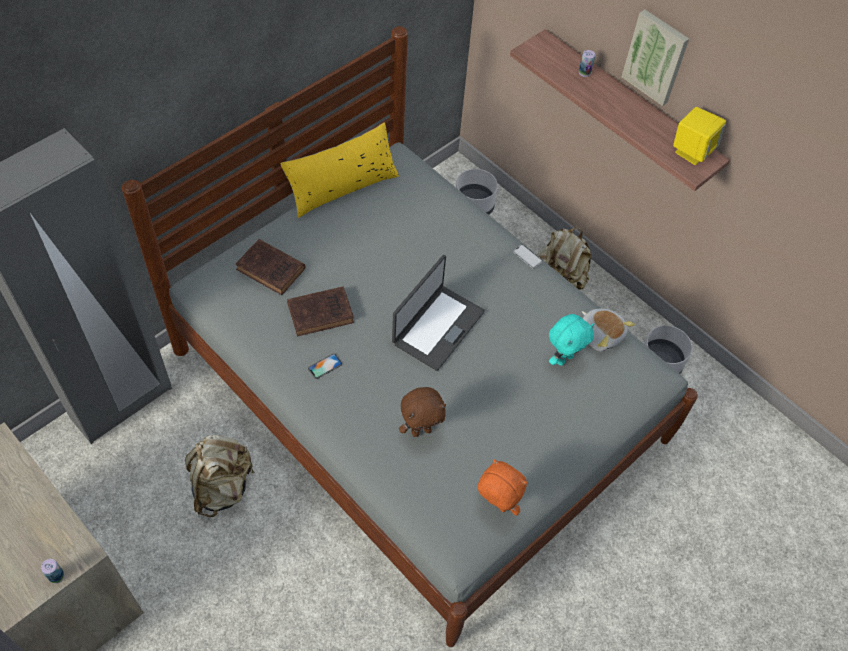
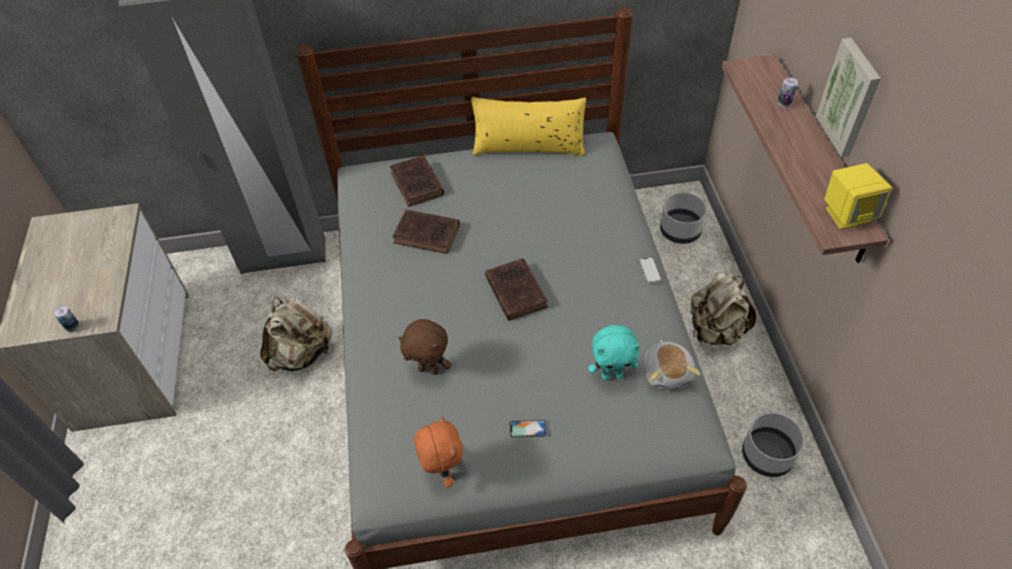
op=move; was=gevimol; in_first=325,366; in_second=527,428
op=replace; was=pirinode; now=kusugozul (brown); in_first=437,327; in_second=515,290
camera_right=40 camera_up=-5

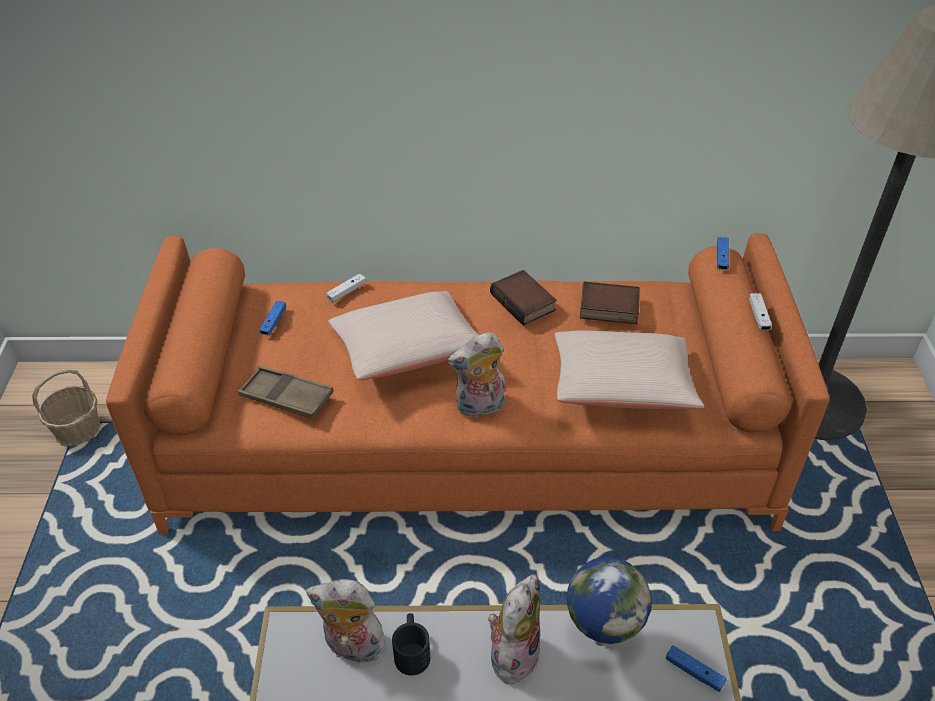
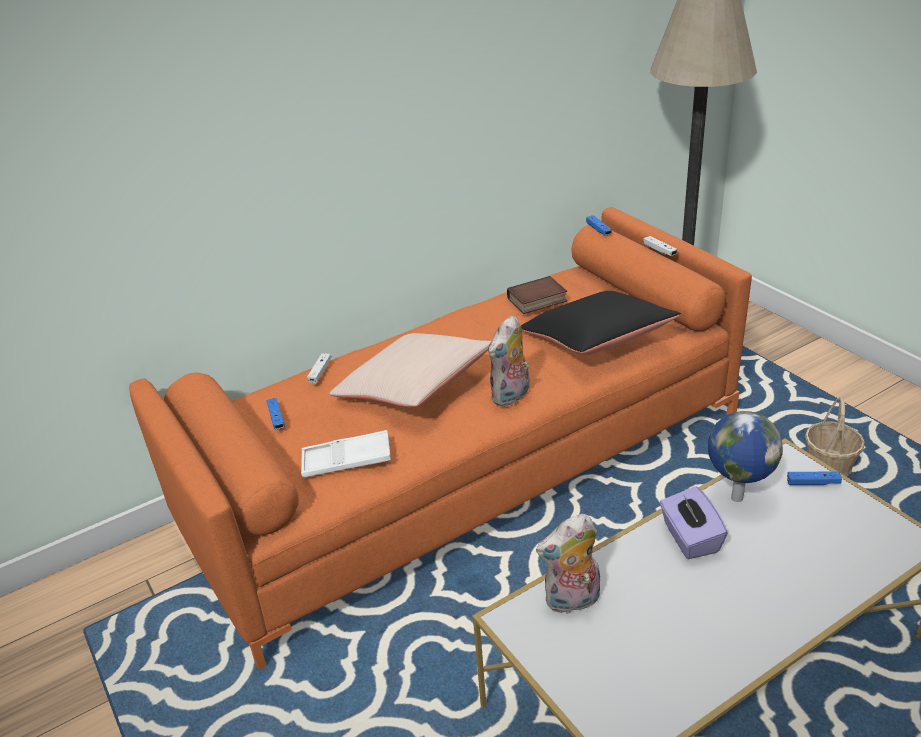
op=move; was=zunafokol; in_first=78,430; in_second=829,465
op=recolor; was=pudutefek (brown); now=pudutefek (white); in_first=286,397; in_second=346,460
op=delete; was=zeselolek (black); in_first=412,650
op=replace; was=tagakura; now=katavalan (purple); in_first=512,653; in_second=689,538
op=delete; was=kusugozul; in_first=525,302
op=recolor; was=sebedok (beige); now=sebedok (black); in_first=621,387; in_second=596,341
camera_right=-30 camera_up=-10

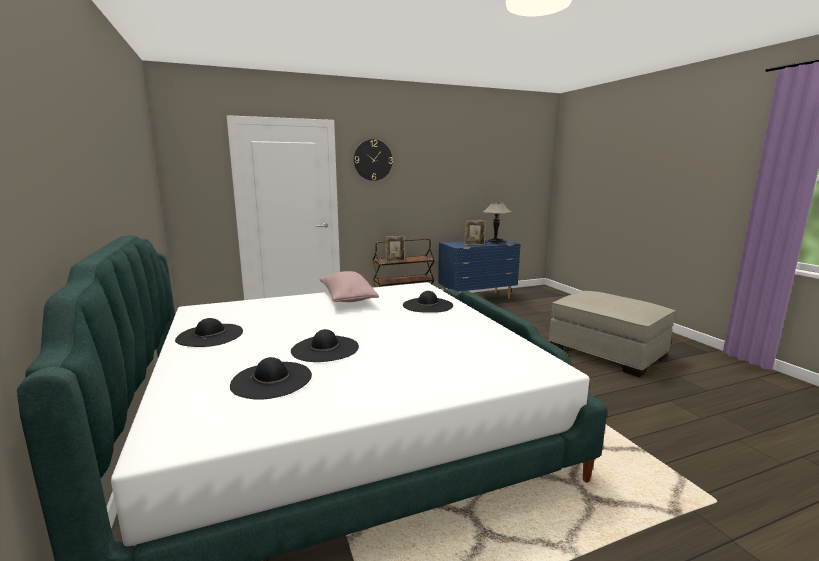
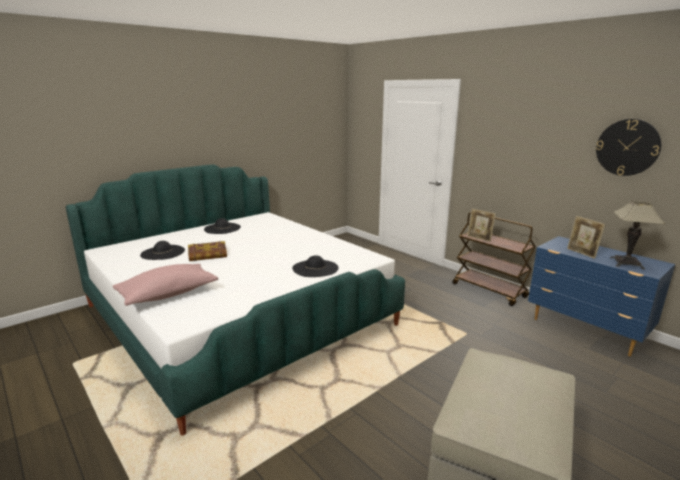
op=replace; was=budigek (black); now=kusugozul; in_first=325,348; in_second=207,254
op=move; was=sebedok (pink); in_first=347,299; in_second=168,294
op=move; was=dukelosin; in_first=373,160; in_second=627,147
camera_right=70 camera_up=5

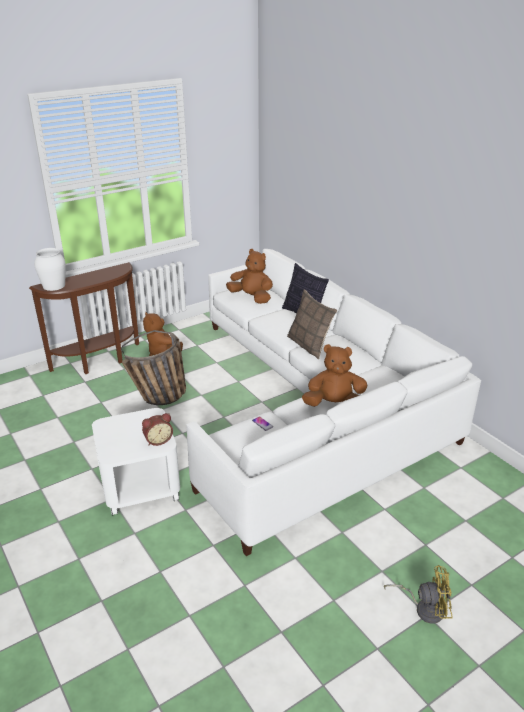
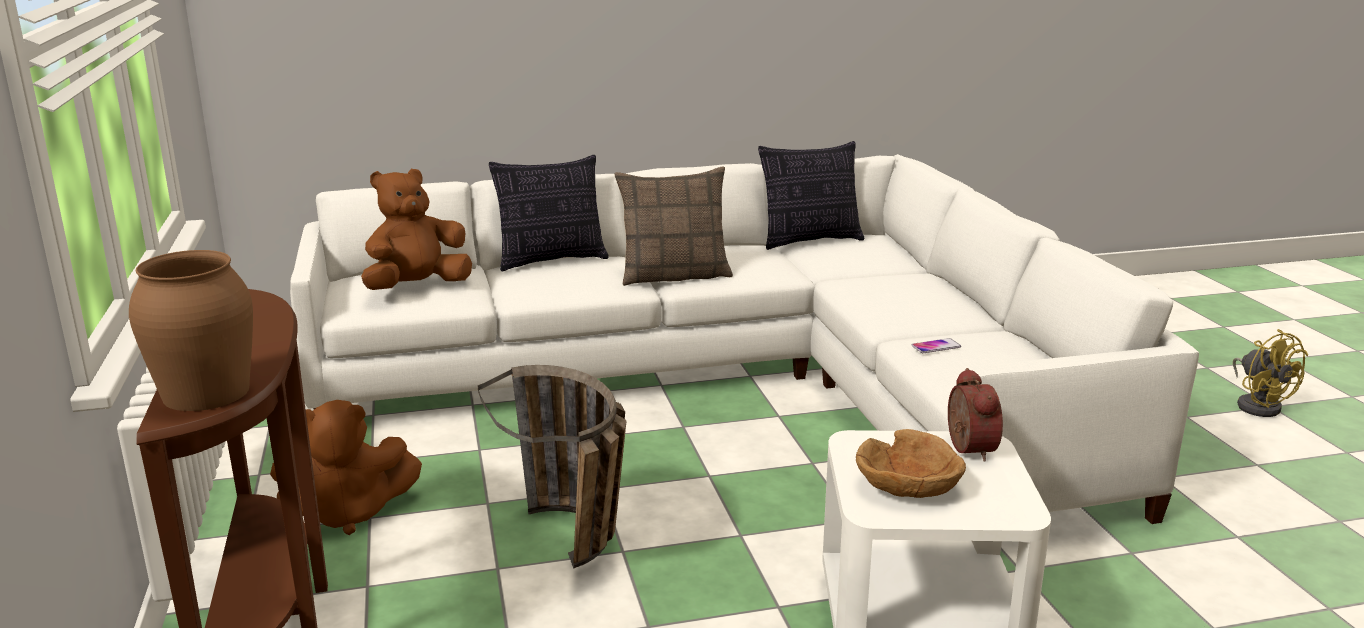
op=recolor; was=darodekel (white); now=darodekel (brown); in_first=54,286; in_second=207,392
op=delete; was=tagakura (brown); in_first=334,405
op=rotate; was=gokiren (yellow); in_first=424,608; in_second=1258,405; clockwise=135
op=insert; now=sebedok; in_second=810,241
op=insert; now=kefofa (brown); in_second=909,487
camera_right=-70 camera_up=-10

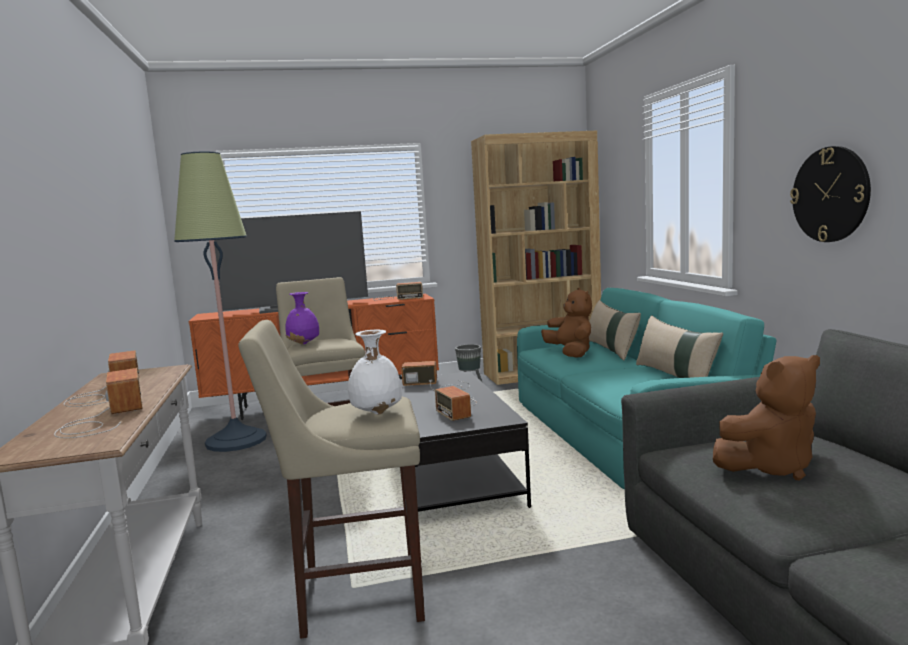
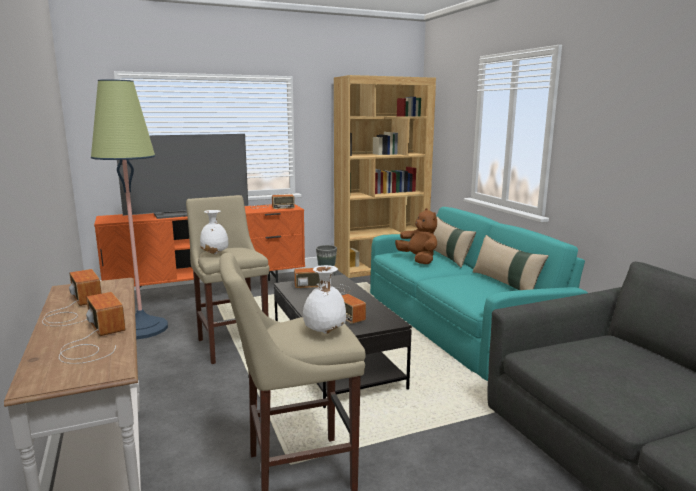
op=recolor; was=darodekel (purple); now=darodekel (white); in_first=304,344; in_second=215,254
op=delete; was=tagakura (brown); in_first=770,467
op=delete; was=dukelosin; in_first=830,194
camera_right=-10 camera_up=5

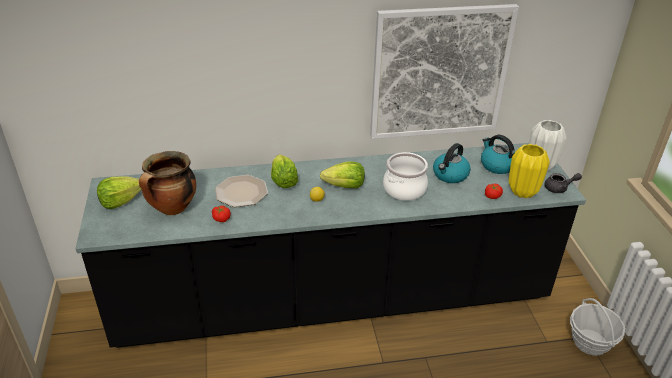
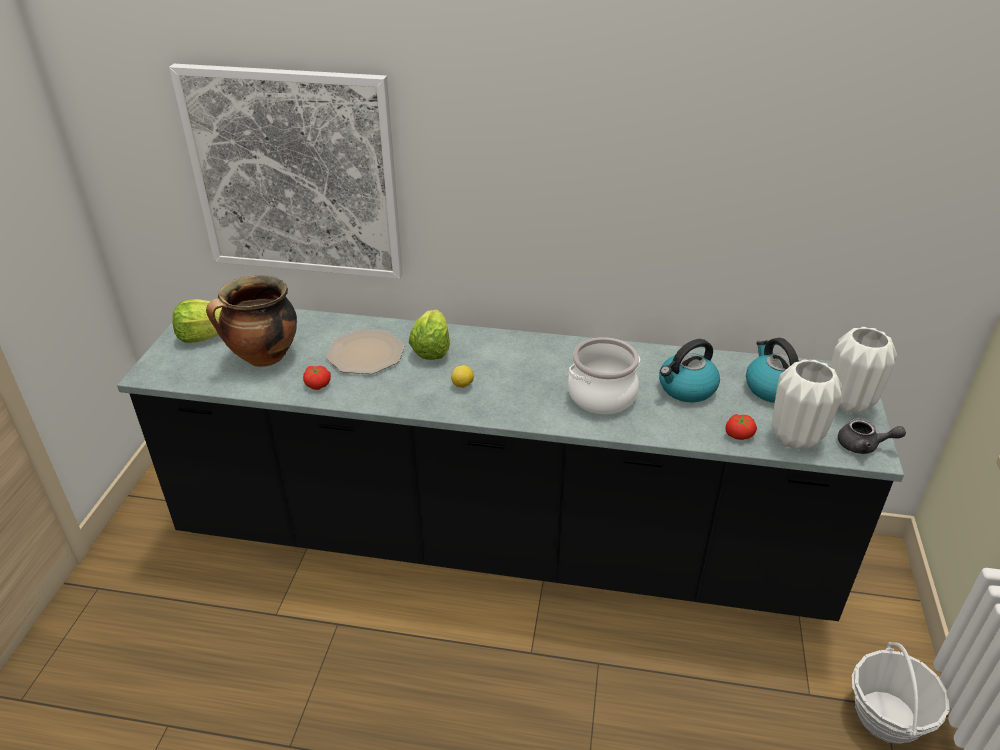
op=delete; was=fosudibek; in_first=344,186
op=move; was=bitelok; in_first=439,73; in_second=294,174
op=recolor; was=darodekel (yellow); now=darodekel (white); in_first=522,191; in_second=795,438
camera_right=20 camera_up=0

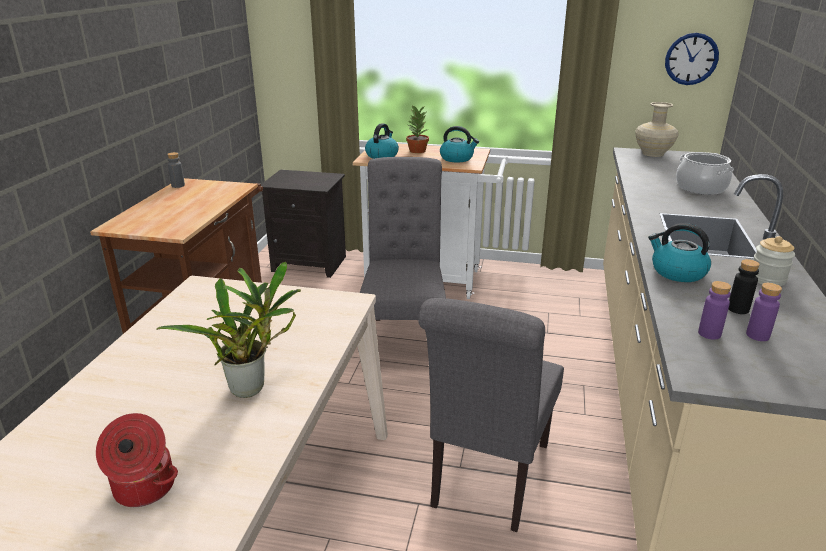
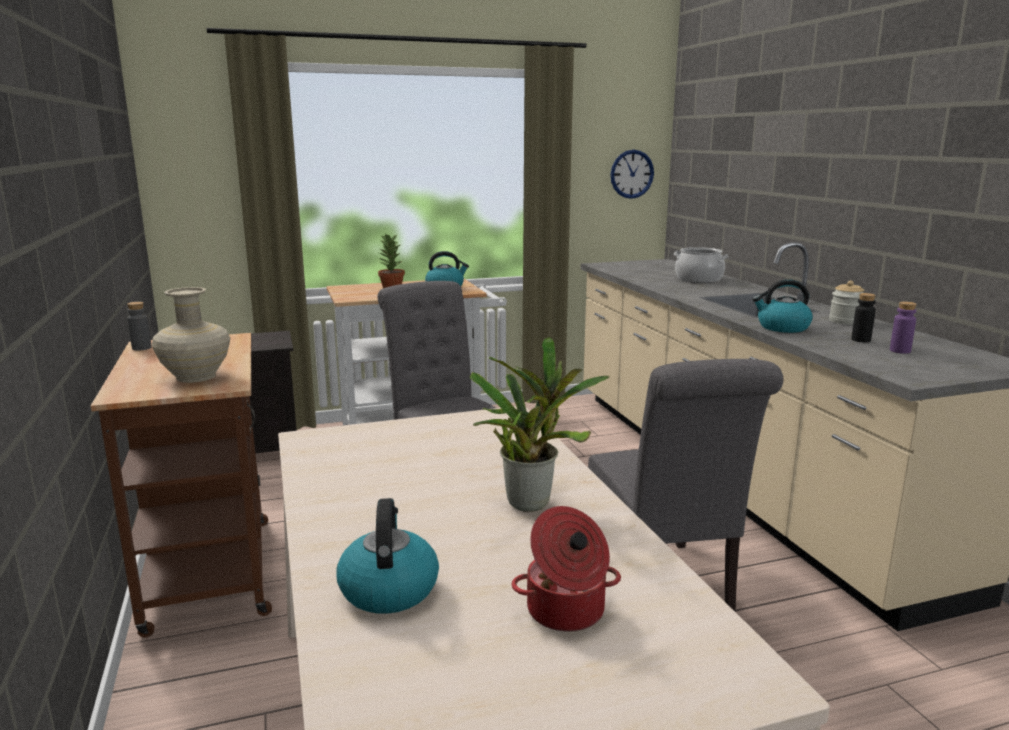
op=move; was=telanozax; in_first=382,155; in_second=388,588
op=move; was=darodekel (beige); in_first=652,154; in_second=195,377
op=delete; was=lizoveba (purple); in_first=709,334
camera_right=-30 camera_up=-10

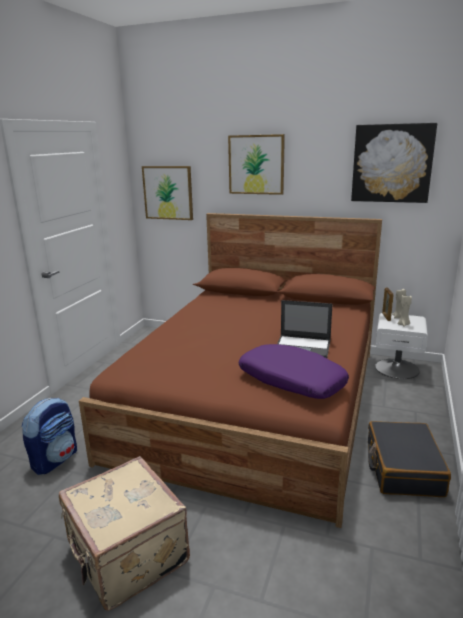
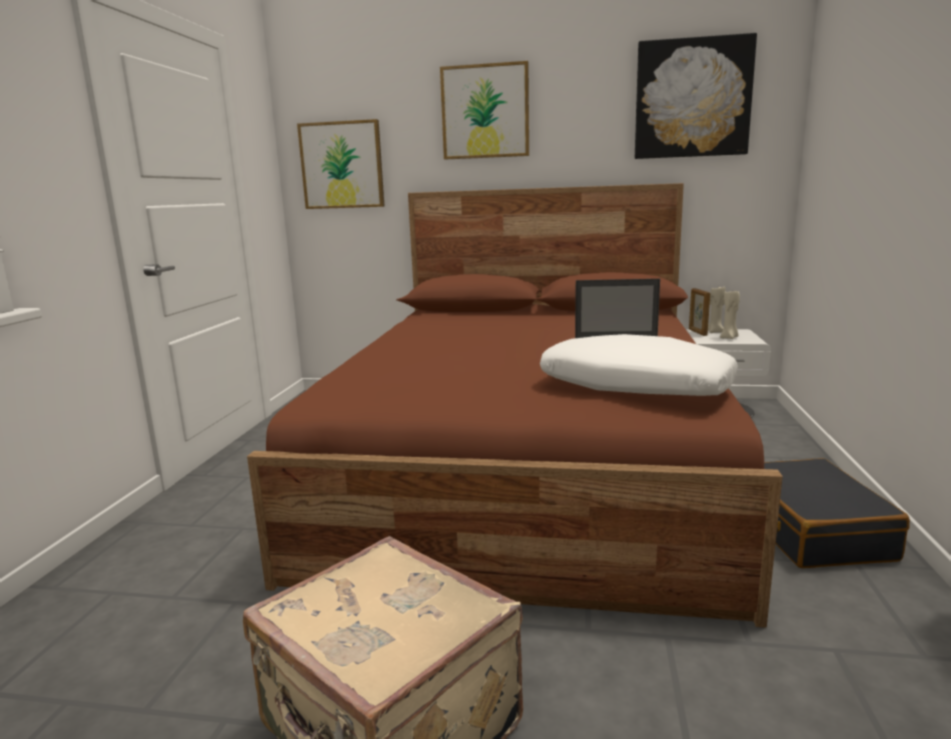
op=delete; was=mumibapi; in_first=55,459
op=recolor; was=sebedok (purple); now=sebedok (white); in_first=291,381; in_second=634,387
camera_right=-10 camera_up=-5

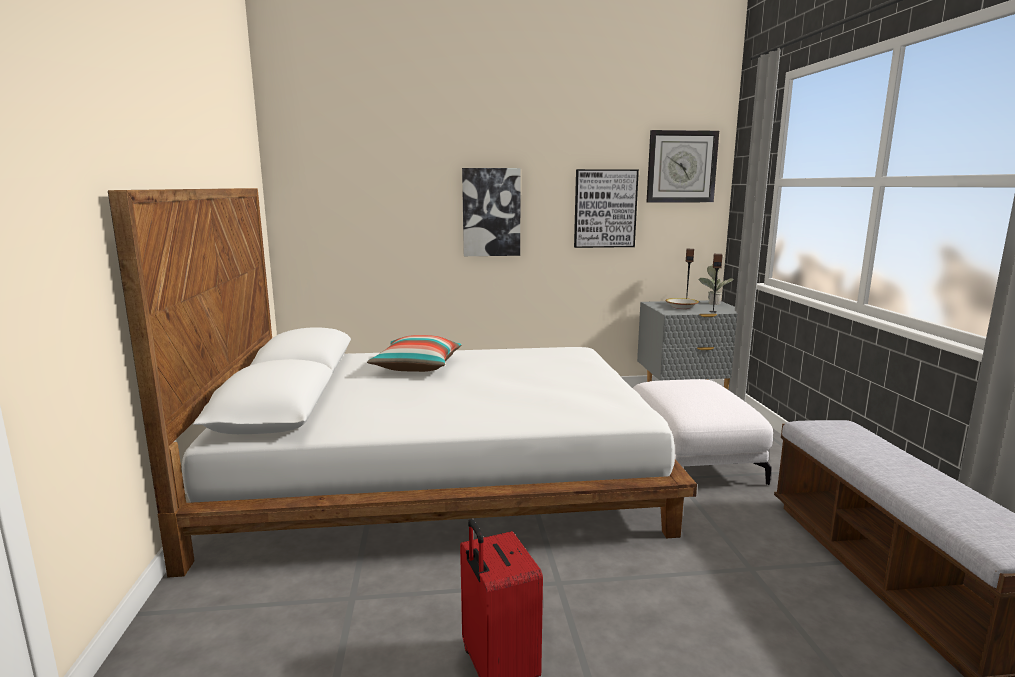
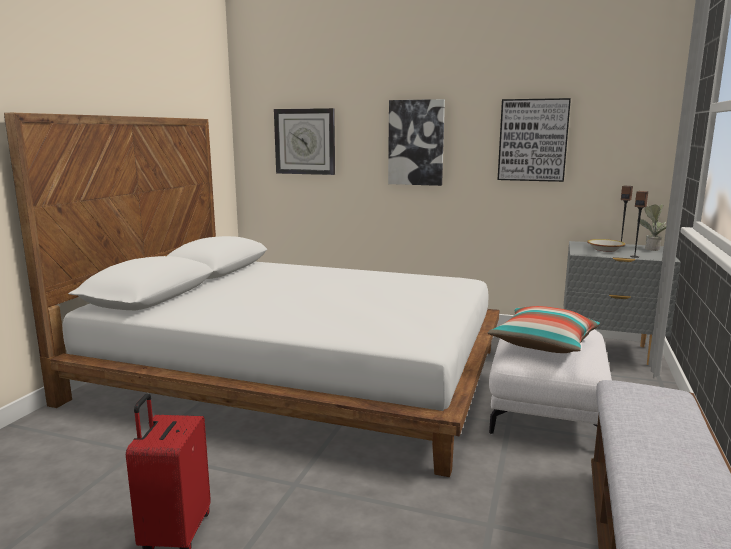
op=move; was=sebedok; in_first=417,366; in_second=543,343
op=move; was=dukelosin; in_first=681,167; in_second=305,141
camera_right=25 camera_up=0

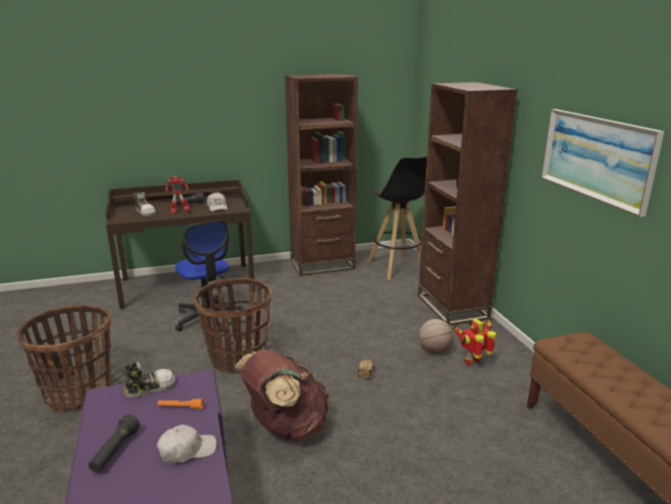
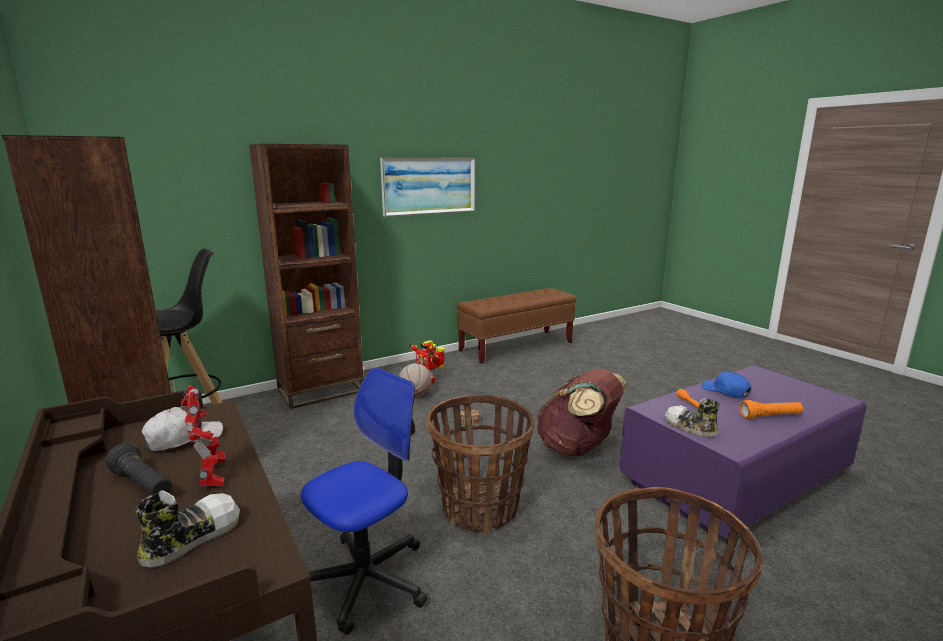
op=recolor; was=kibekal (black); now=kibekal (orange); in_first=115,451; in_second=770,417
op=recolor; was=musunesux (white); now=musunesux (blue); in_first=187,450; in_second=725,391
camera_right=-105 camera_up=-5

